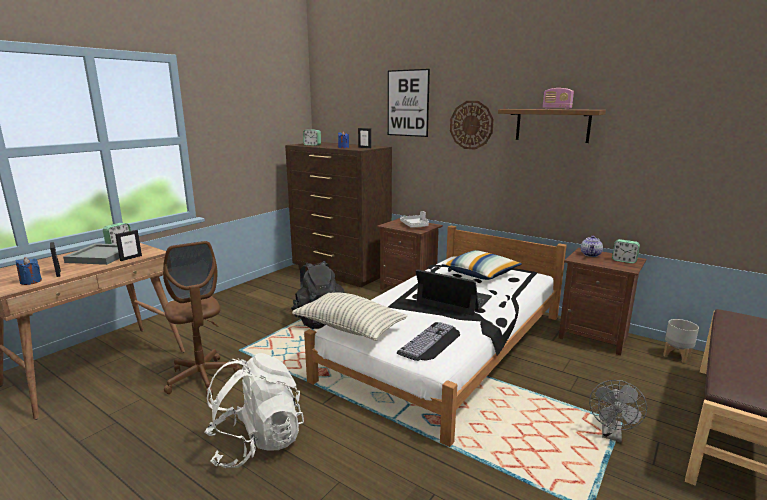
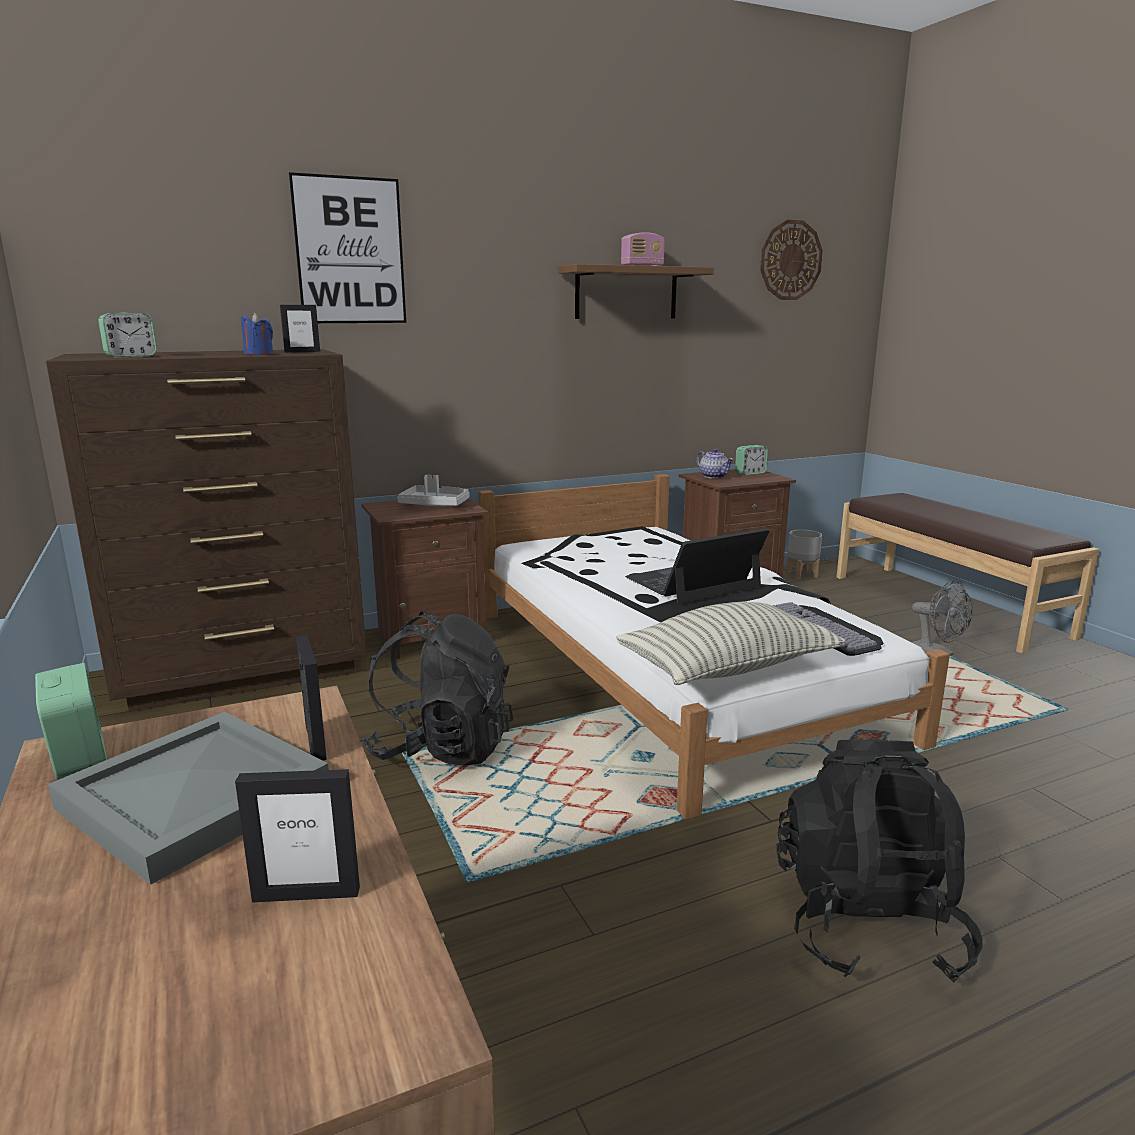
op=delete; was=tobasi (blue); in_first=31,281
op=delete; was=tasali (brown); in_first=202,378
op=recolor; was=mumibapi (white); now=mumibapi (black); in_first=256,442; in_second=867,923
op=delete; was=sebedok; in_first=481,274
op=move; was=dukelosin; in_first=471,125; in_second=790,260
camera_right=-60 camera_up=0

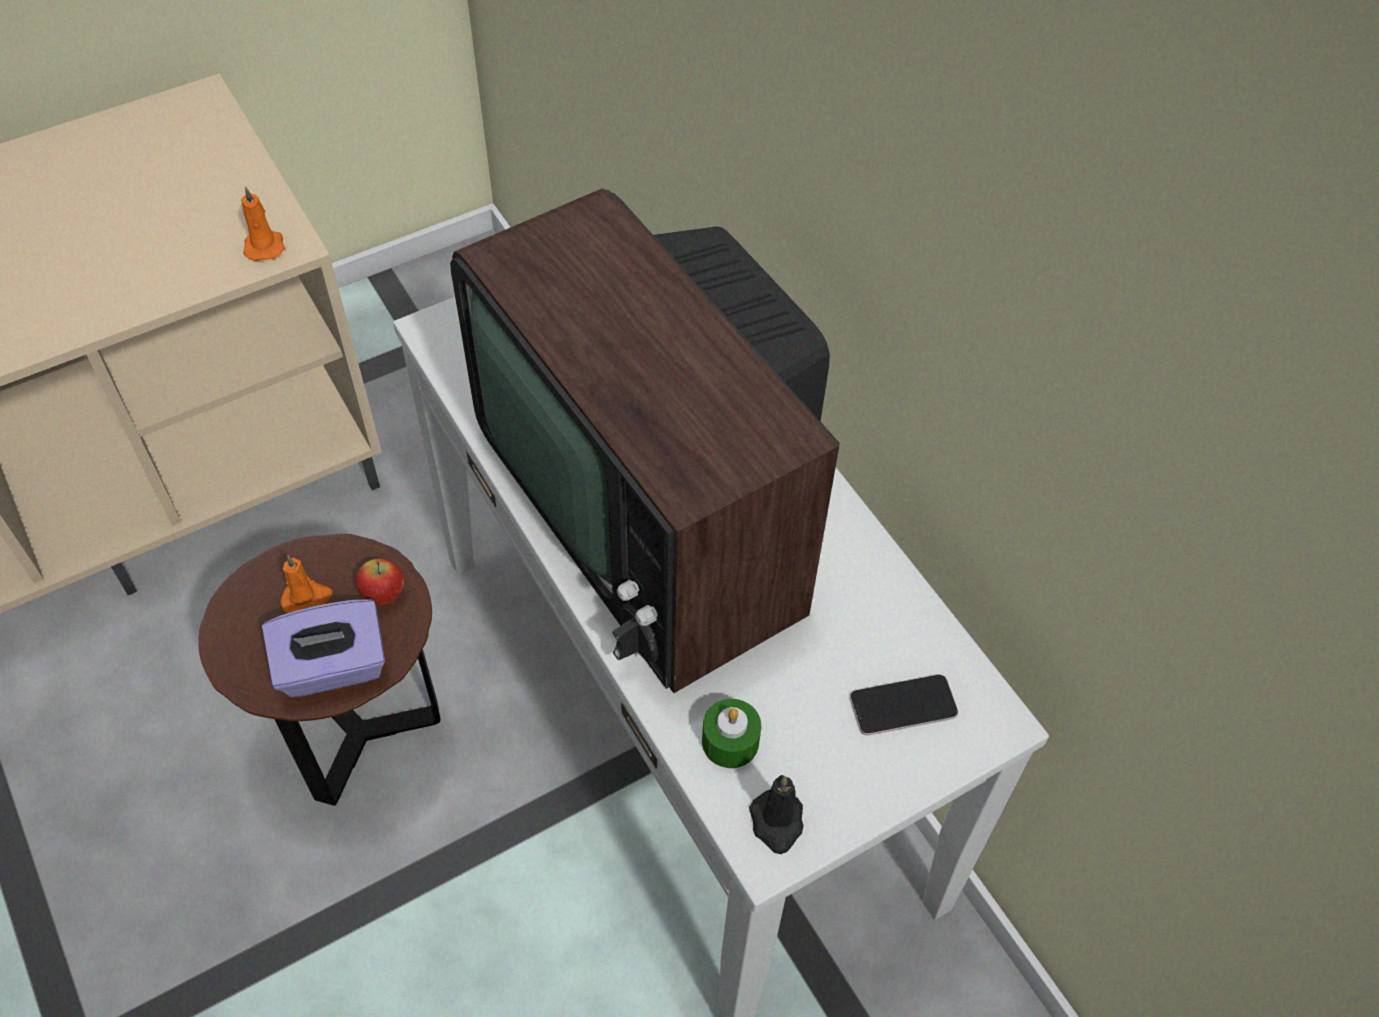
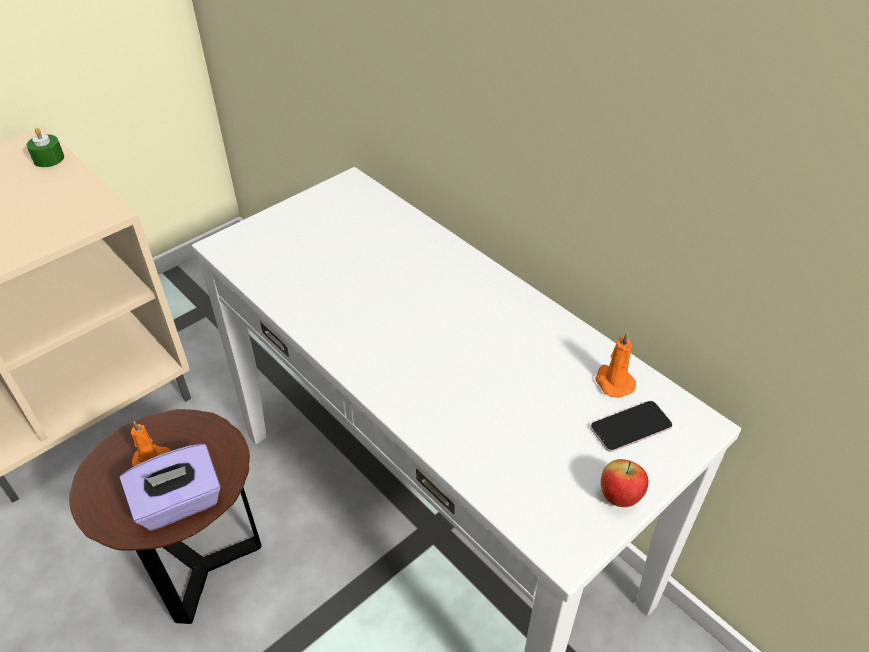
op=move; was=tobasi (orange); in_first=264,245; in_second=613,381
op=move; was=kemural; in_first=383,595; in_second=619,497
op=delete; was=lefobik; in_first=655,501
op=move; was=tobasi (green); in_first=730,741; in_second=49,159
op=delete; was=tobasi (black); in_first=777,823
camera_right=-10 camera_up=-10

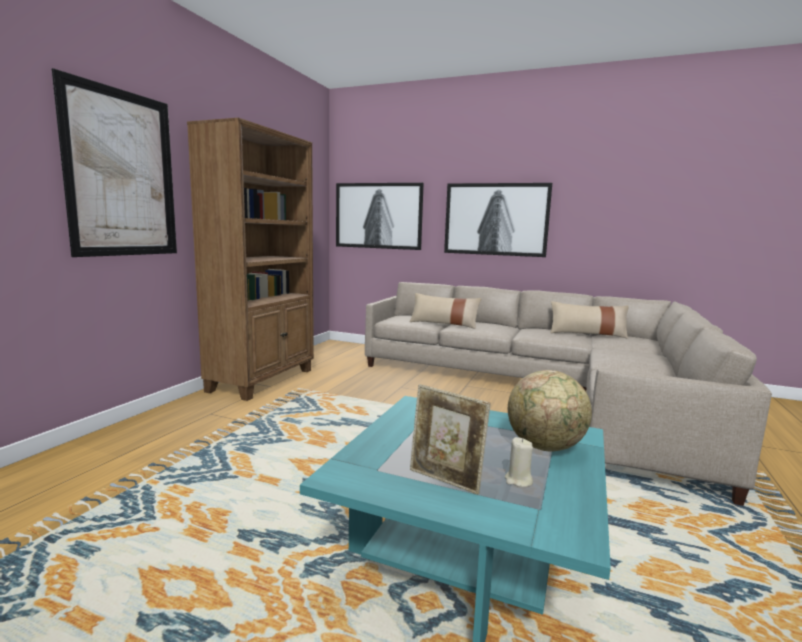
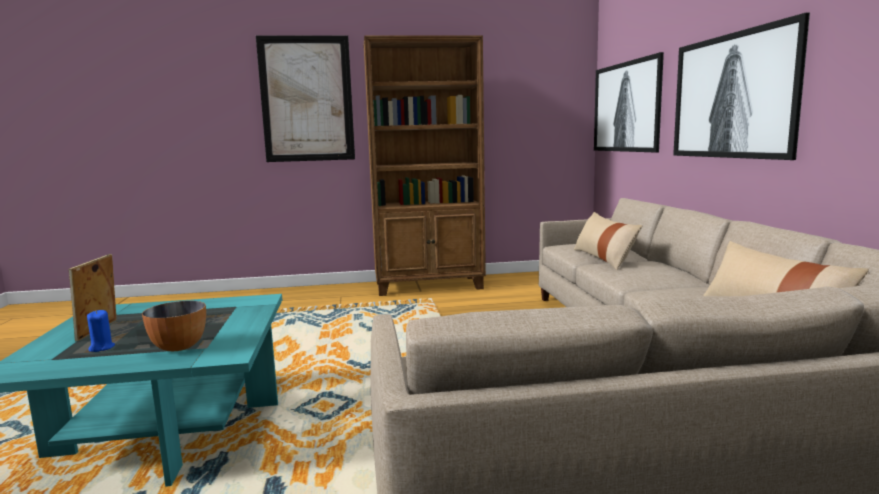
op=recolor; was=tobasi (beige); now=tobasi (blue); in_first=518,480; in_second=101,348
op=replace; was=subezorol; now=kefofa; in_first=545,447; in_second=178,347
camera_right=60 camera_up=0

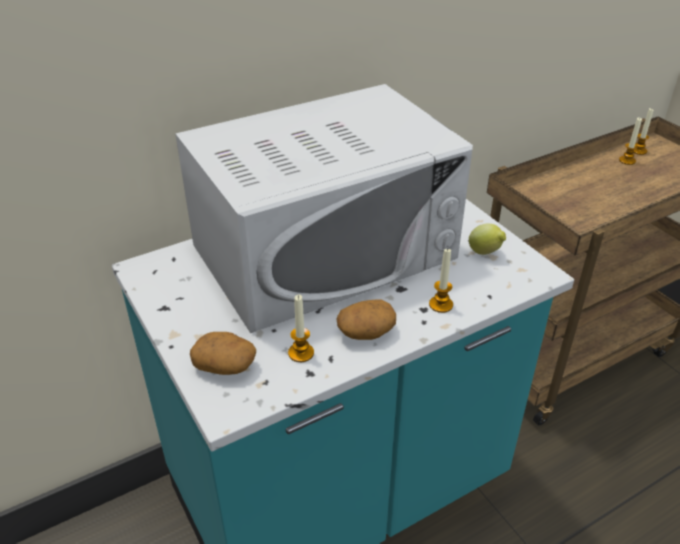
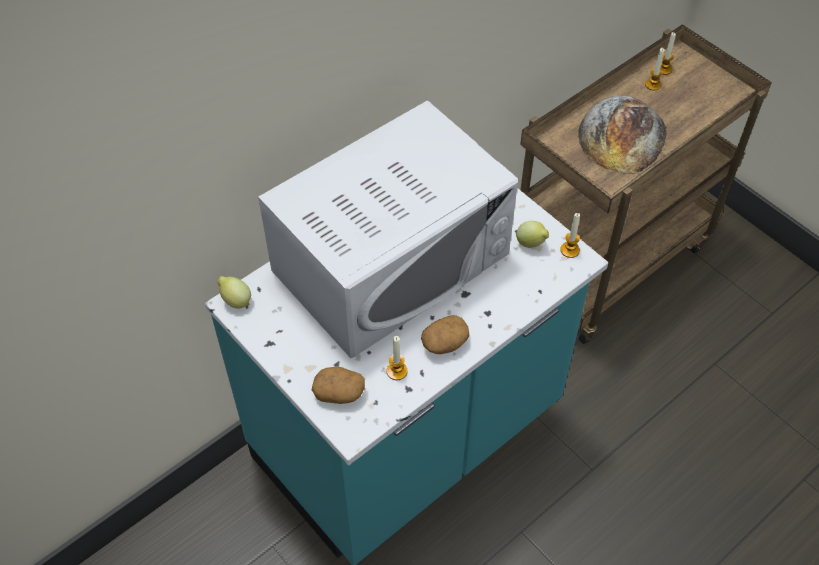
op=move; was=tobasi; in_first=441,304; in_second=570,250
op=insert; now=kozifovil; in_second=235,301
op=insert; now=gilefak; in_second=622,135
camera_right=-10 camera_up=15

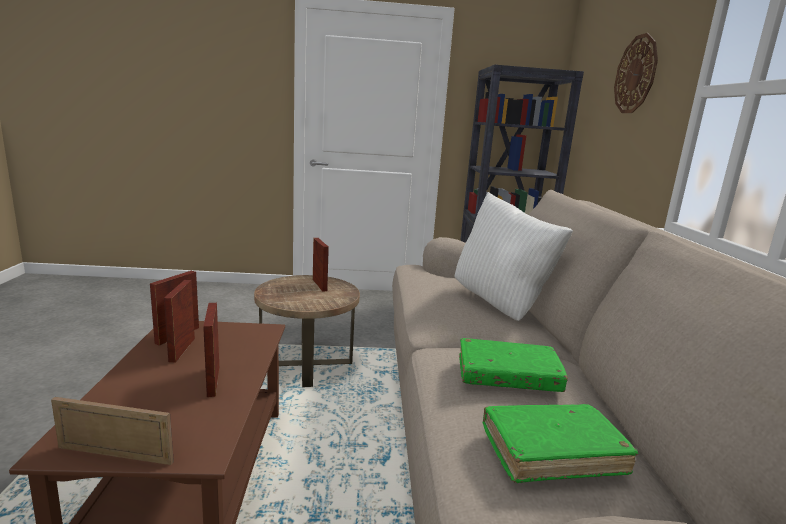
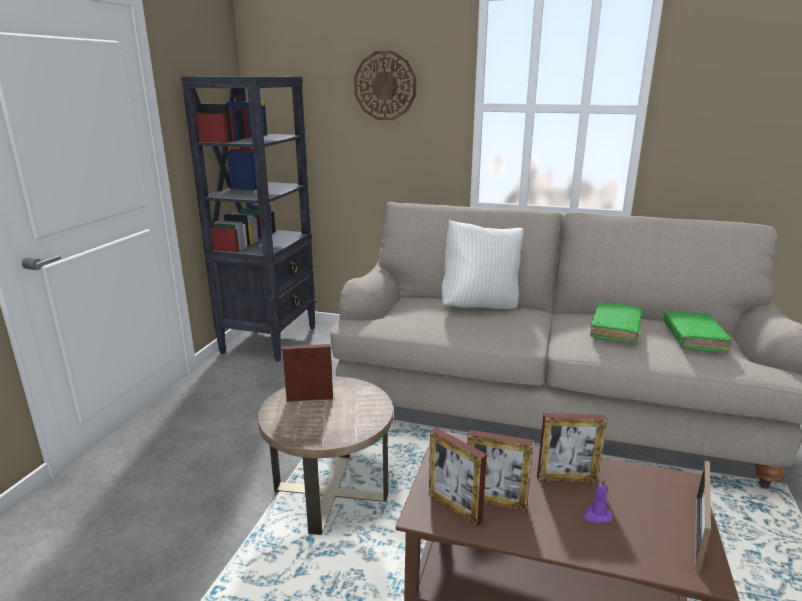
op=insert; now=tobasi (purple); in_second=596,516
camera_right=-70 camera_up=5

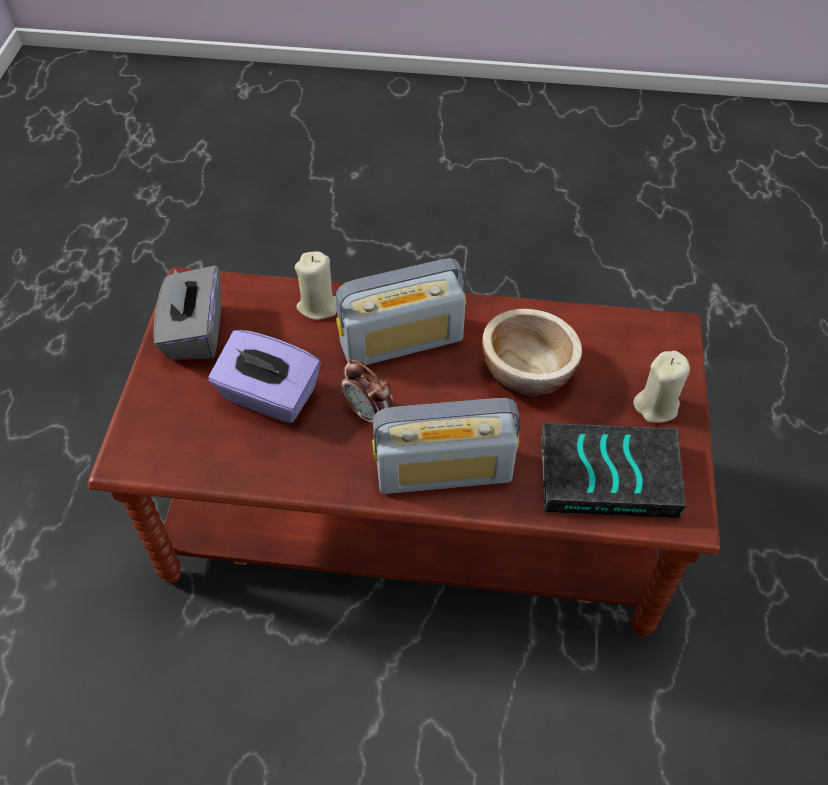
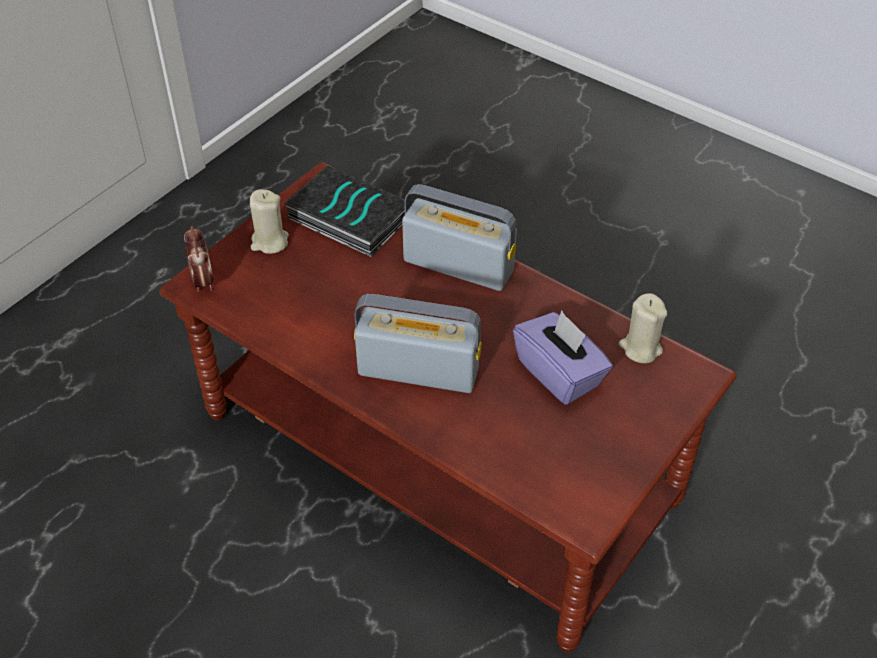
op=delete; was=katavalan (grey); in_first=194,332
op=move; was=tobasi (beige); in_first=319,306; in_second=640,348
op=move; was=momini; in_first=368,413; in_second=203,281
op=delete; was=kefofa; in_first=527,372
camera_right=-150 camera_up=-5

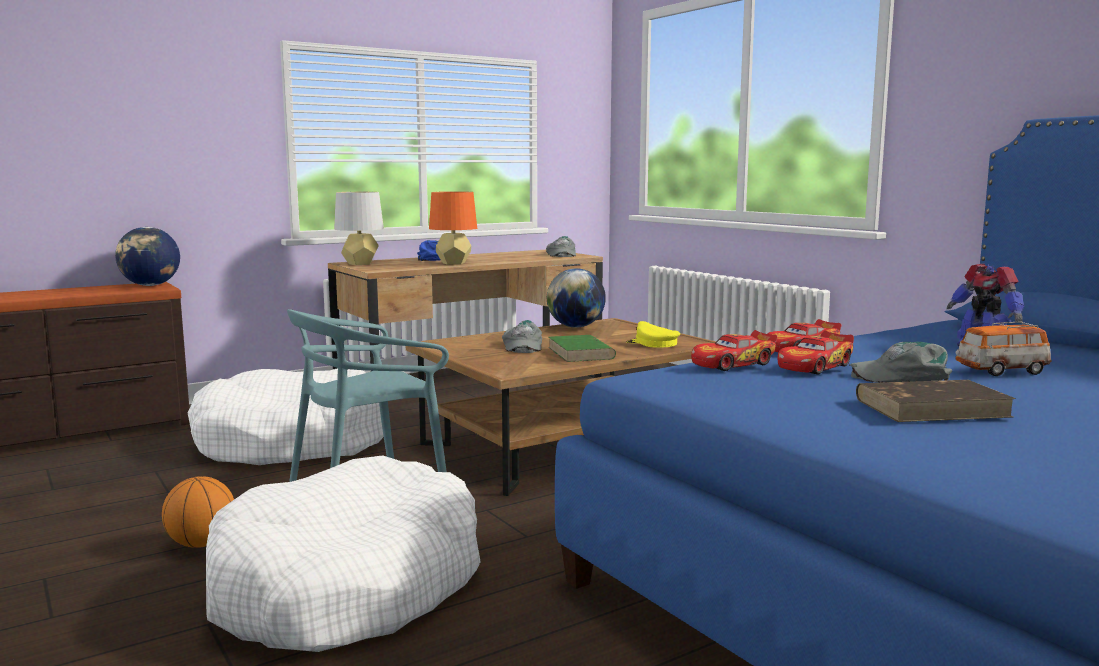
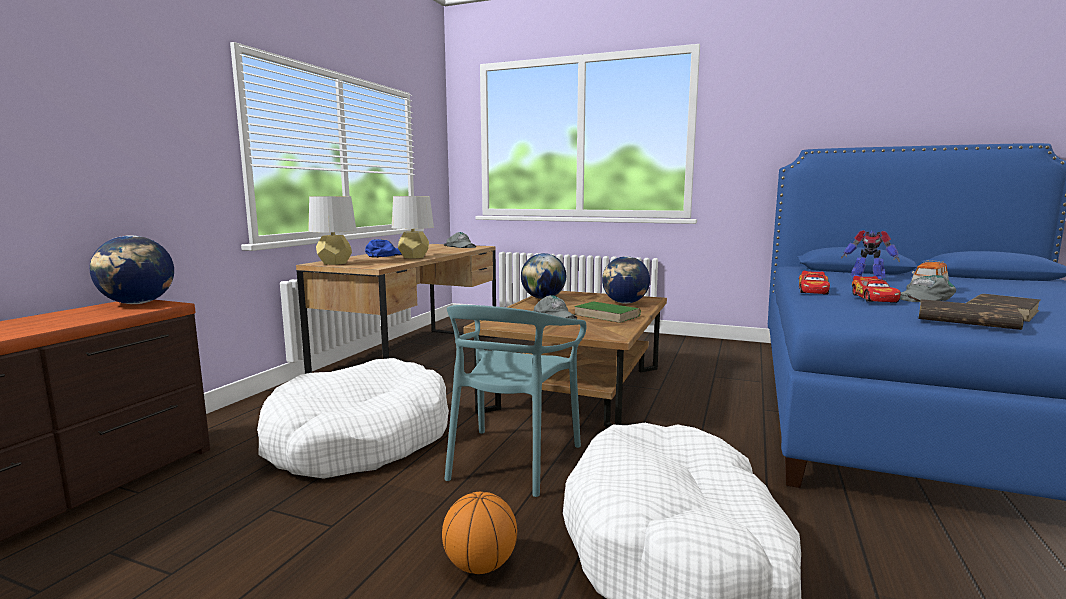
op=recolor; was=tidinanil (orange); now=tidinanil (grey); in_first=454,263; in_second=414,257
op=replace; was=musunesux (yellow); now=subezorol; in_first=652,343; in_second=625,303
op=delete; was=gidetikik; in_first=733,364
op=insert; now=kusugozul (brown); in_second=965,319
camera_right=-35 camera_up=0

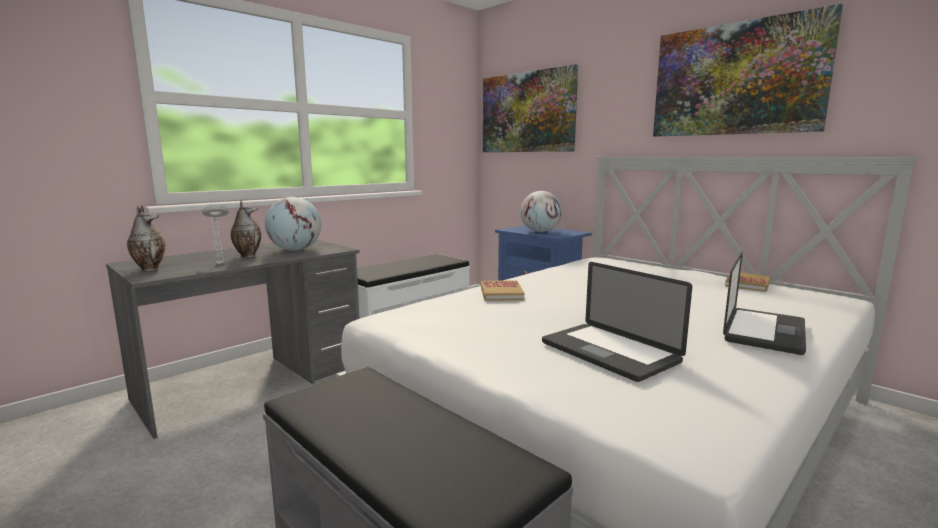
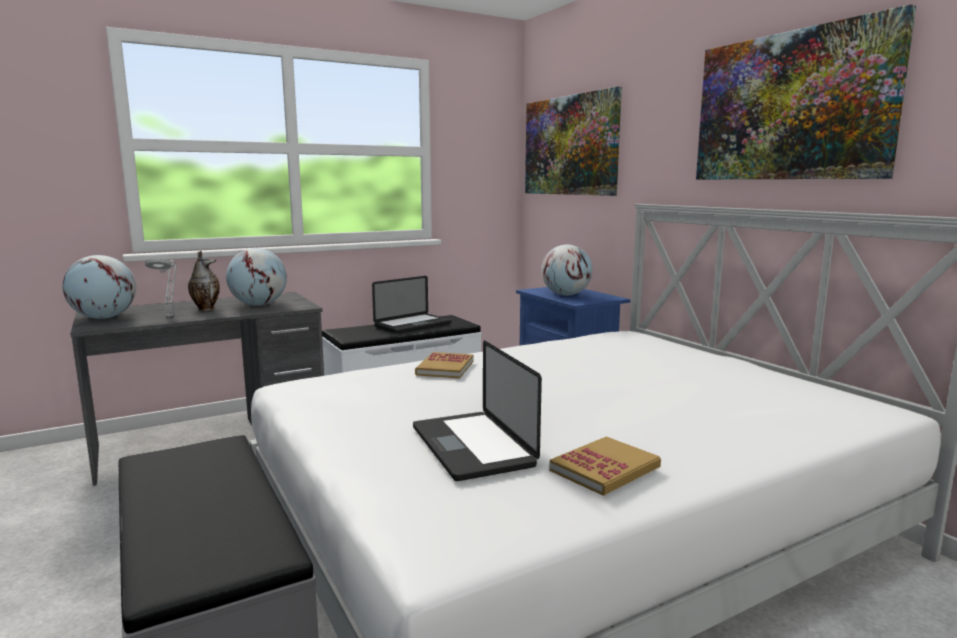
op=replace; was=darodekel; now=subezorol; in_first=150,268; in_second=104,318
op=move; was=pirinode; in_first=764,331; in_second=413,325
op=move; was=kusugozul; in_first=747,284; in_second=605,469
camera_right=15 camera_up=0

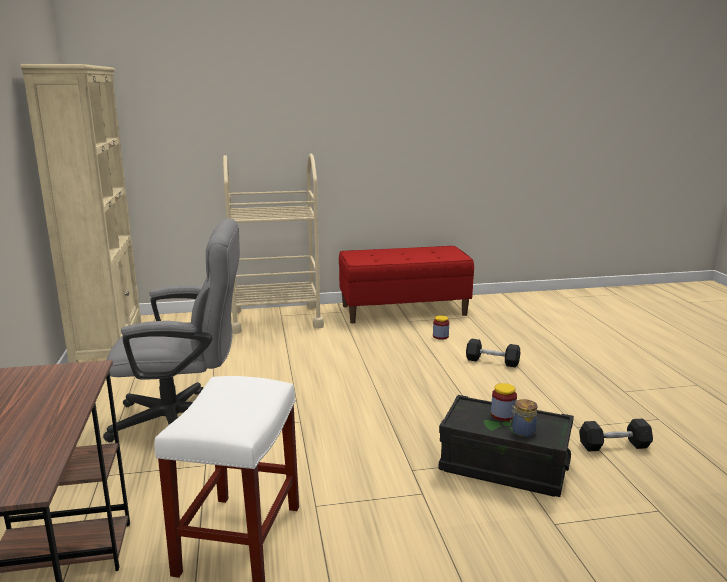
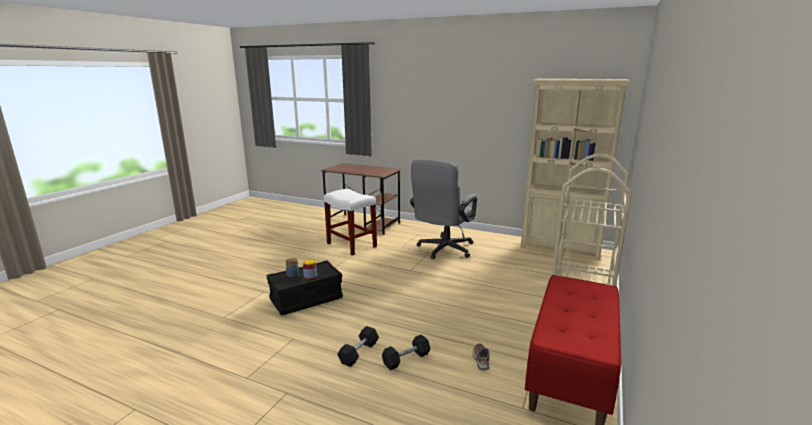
op=replace; was=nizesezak; now=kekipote; in_first=440,336; in_second=481,360
op=move; was=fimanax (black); in_first=614,445; in_second=359,353
camera_right=125 camera_up=0

